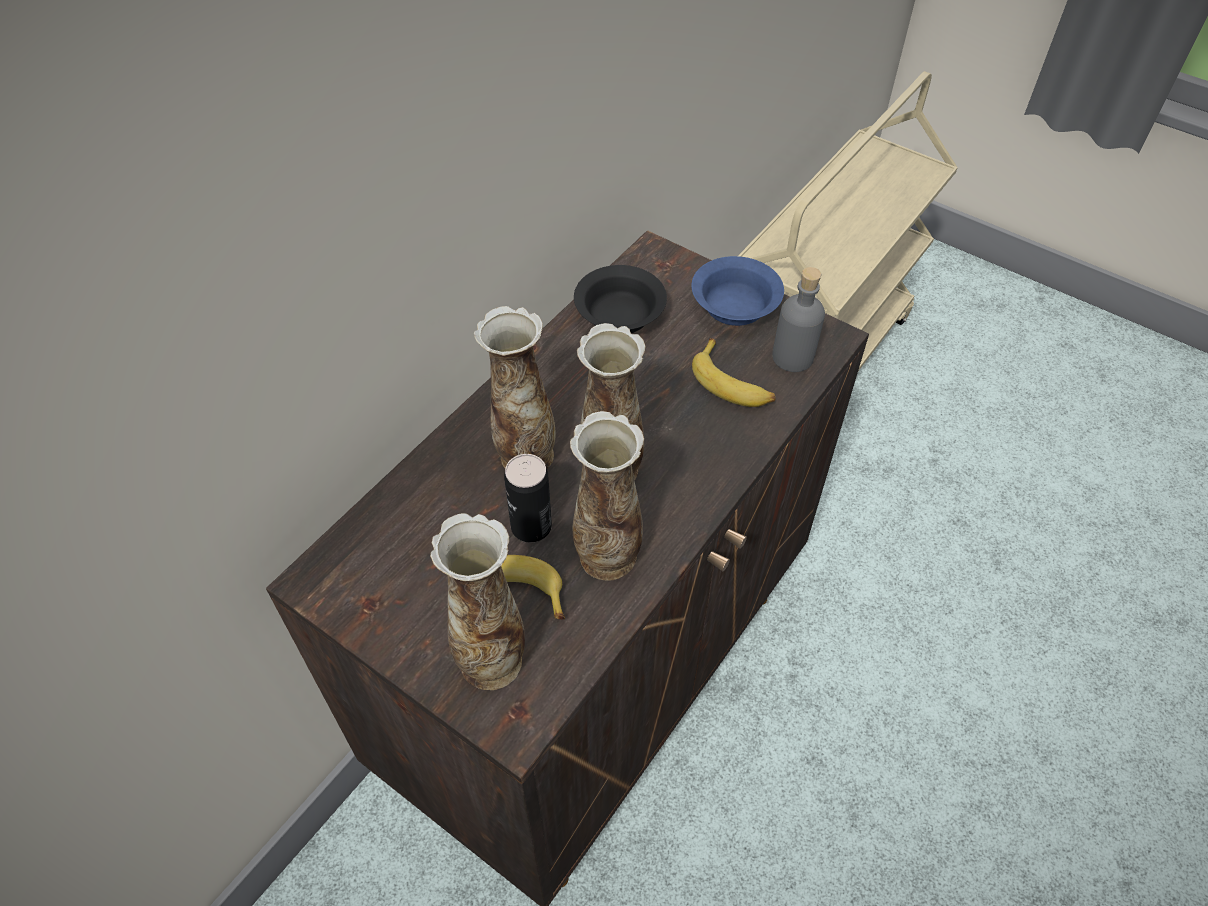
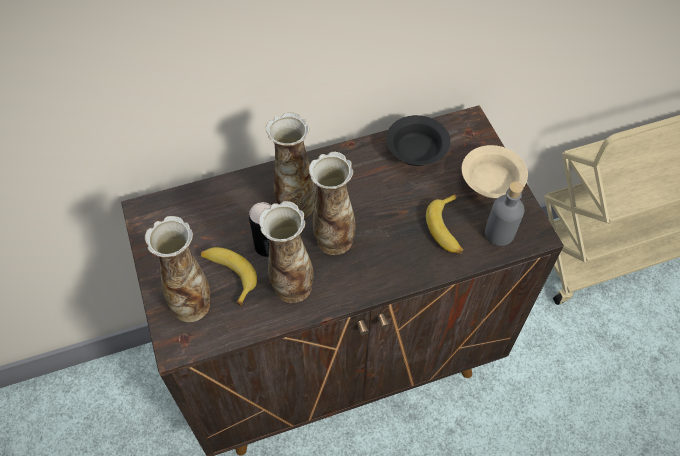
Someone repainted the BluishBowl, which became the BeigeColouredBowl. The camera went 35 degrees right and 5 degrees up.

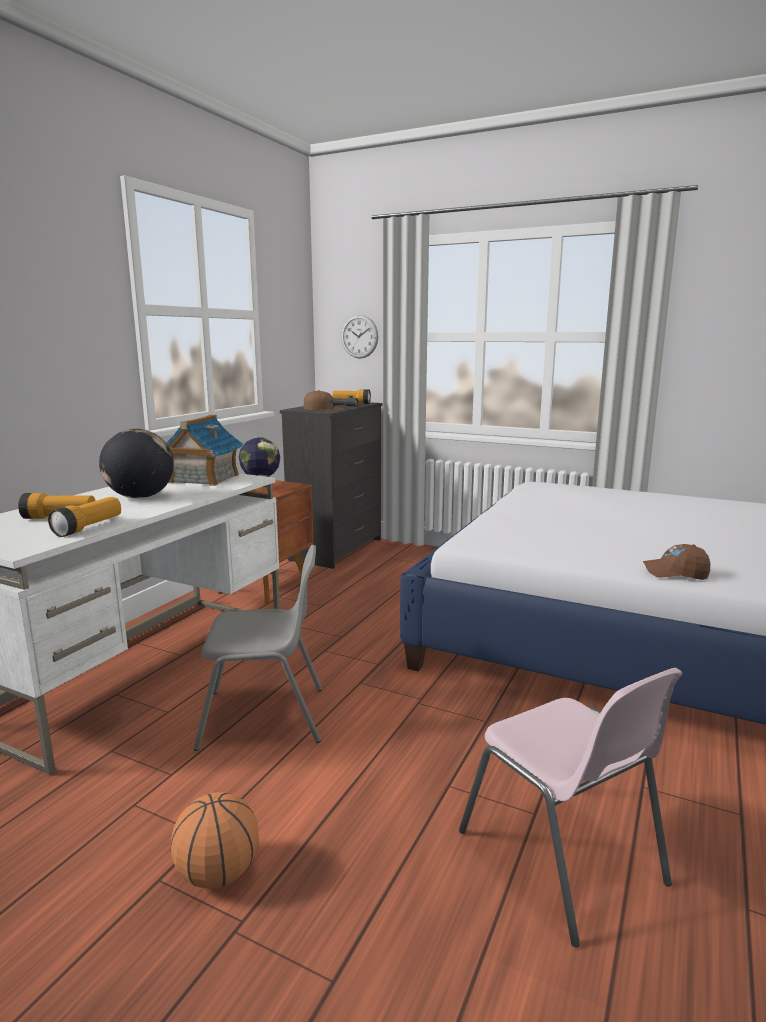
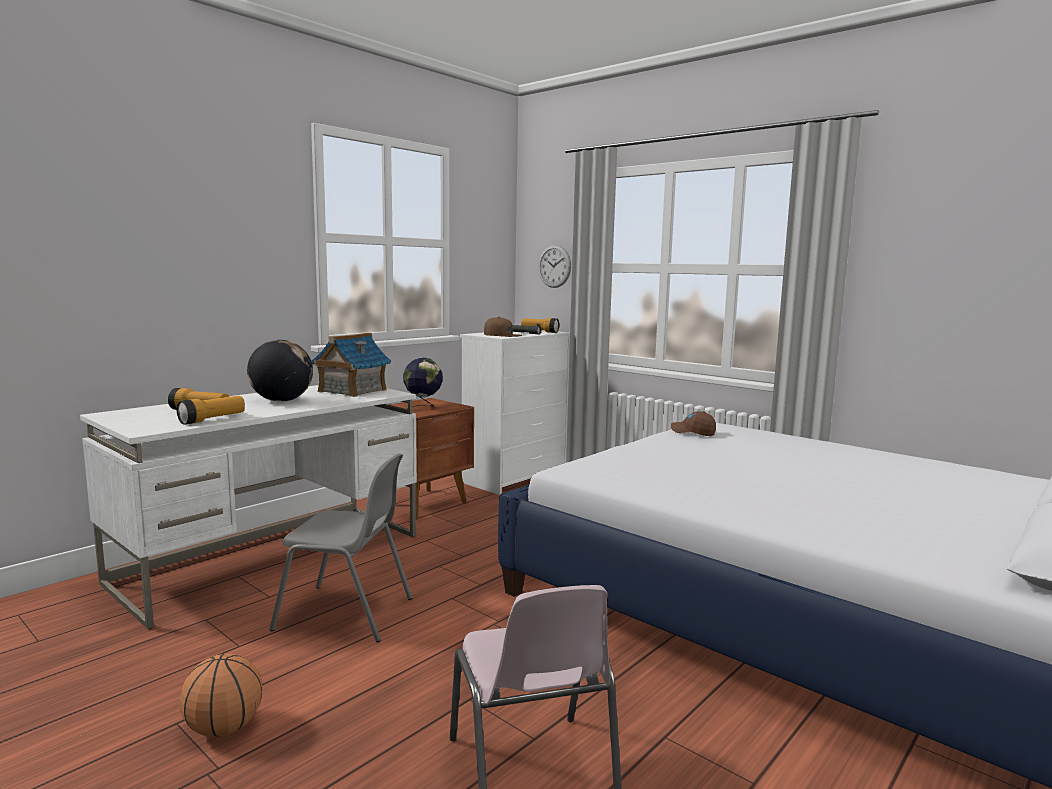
Someone repainted the BlackColouredDrawerChest, which became the WhitishDrawerChest. Someone carried the BrownPeakedCap (2nd from left). The camera went 15 degrees right and 5 degrees down.

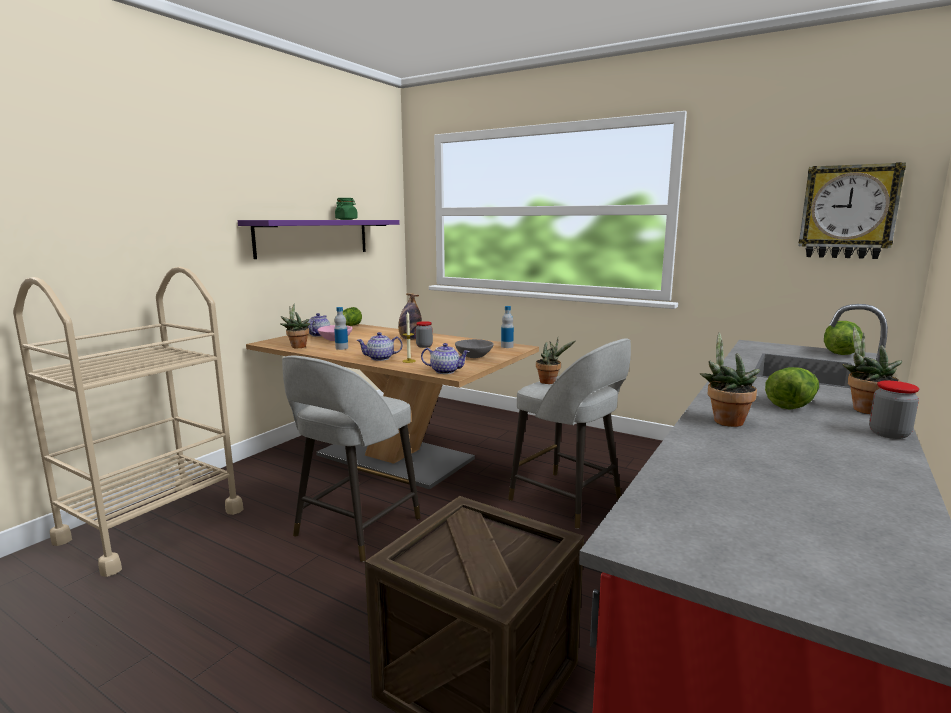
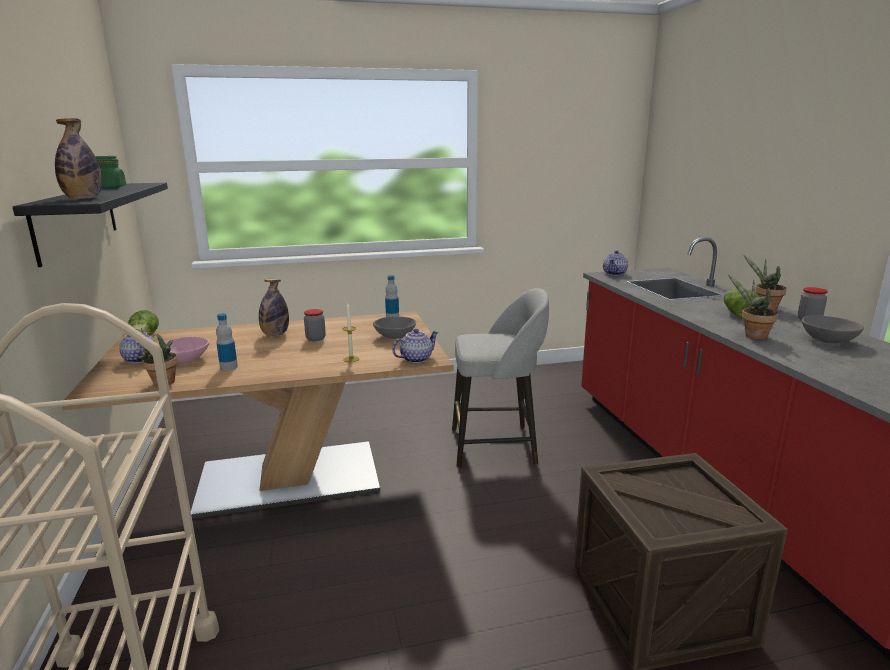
Someone repainted the PurplishShelf, which became the BlackColouredShelf. Someone took away the GraySittingStool (1st from left). Someone carried the Teapot (2nd from left in the first image). Someone took away the PottedPlant (2nd from left). Someone took away the HangingClock. Someone took away the Lettuce (3rd from left). Someone put down the DrinkBottle (1st from left). Someone put down the GrayBowl (2nd from left). The camera went 45 degrees left and 5 degrees up.

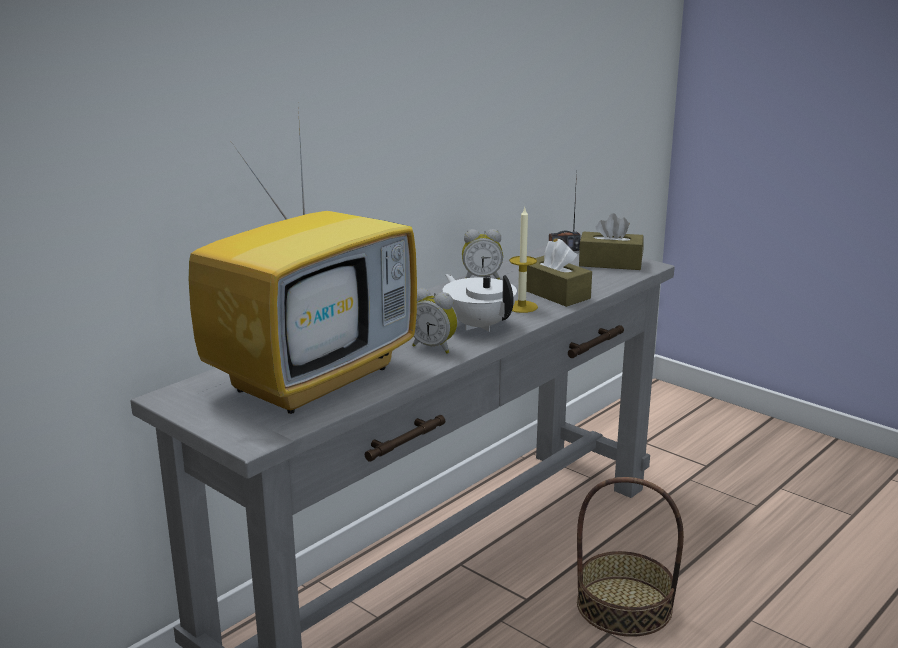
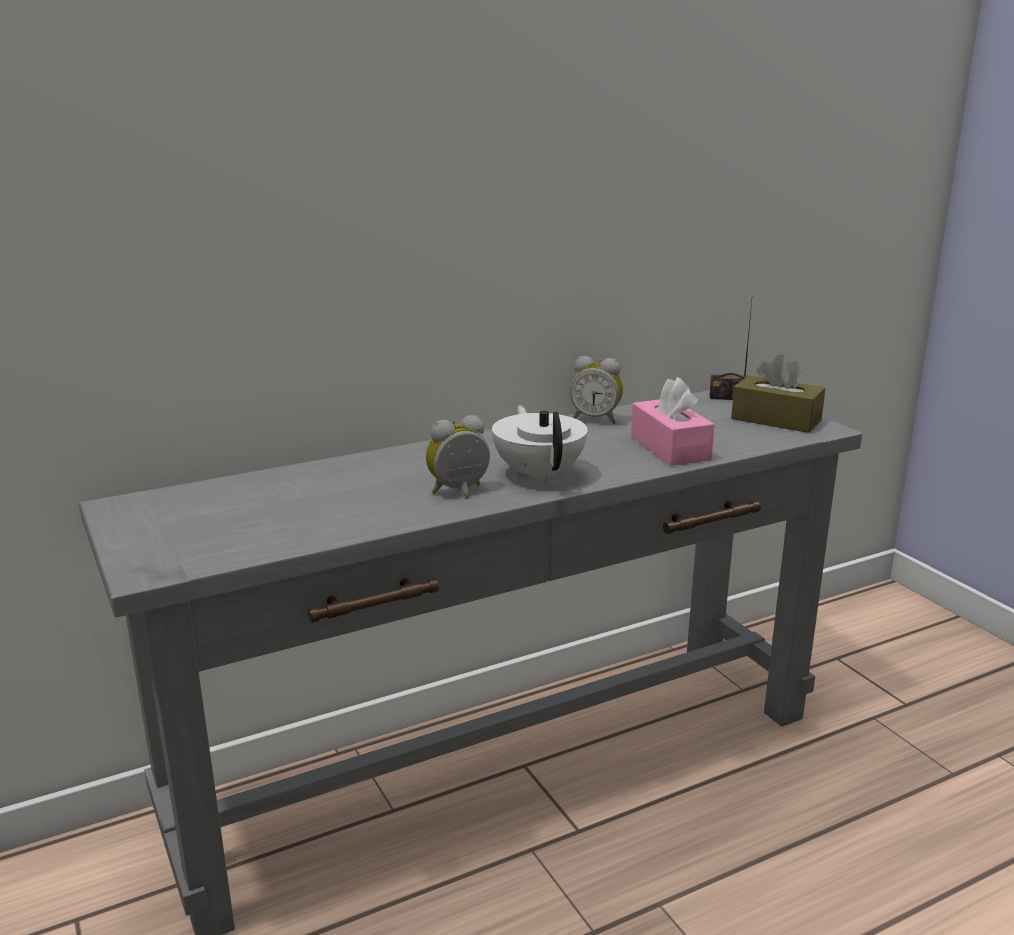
Someone took away the Tv. Someone rotated the BedsideClock (1st from left) by 105 degrees clockwise. Someone took away the Candle. Someone repainted the BrownTissueBox (1st from left), which became the PinkishTissueBox. Someone took away the HouseholdBasket. The camera went 20 degrees right and 0 degrees up.

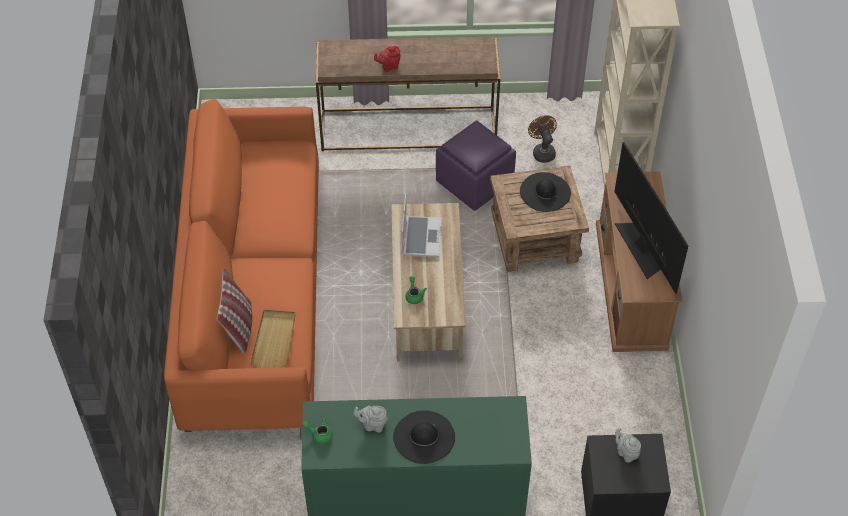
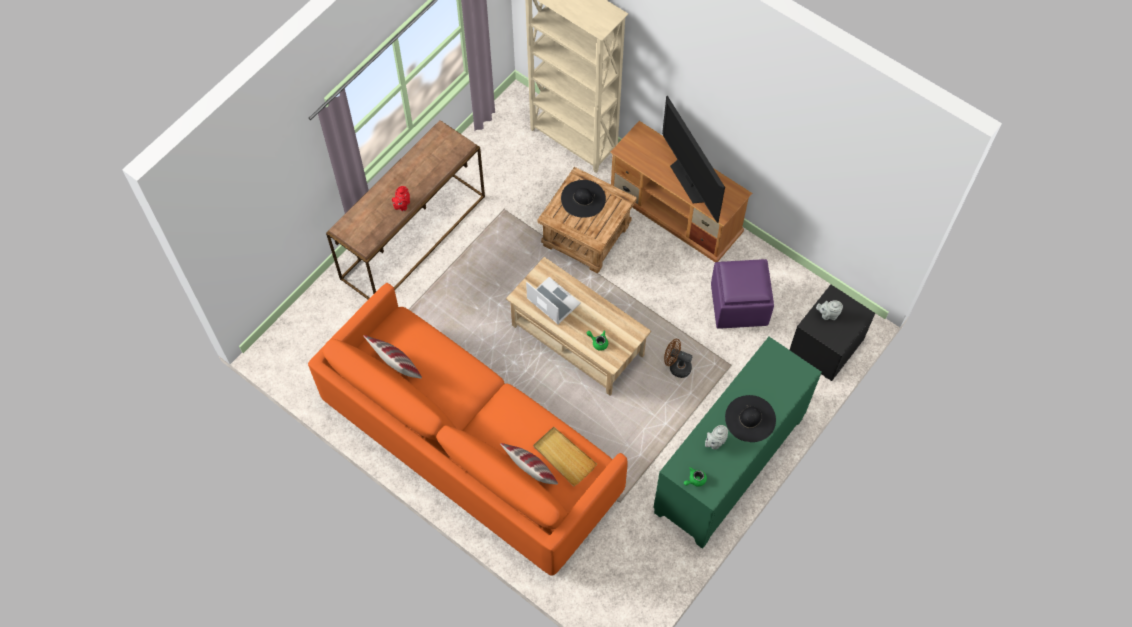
Someone carried the PurplishPouffe. Someone carried the BrownCoolingFan. Someone rotated the Tv by 135 degrees counterclockwise. Someone put down the ThrowPillow (1st from left). The camera went 50 degrees left and 10 degrees up.

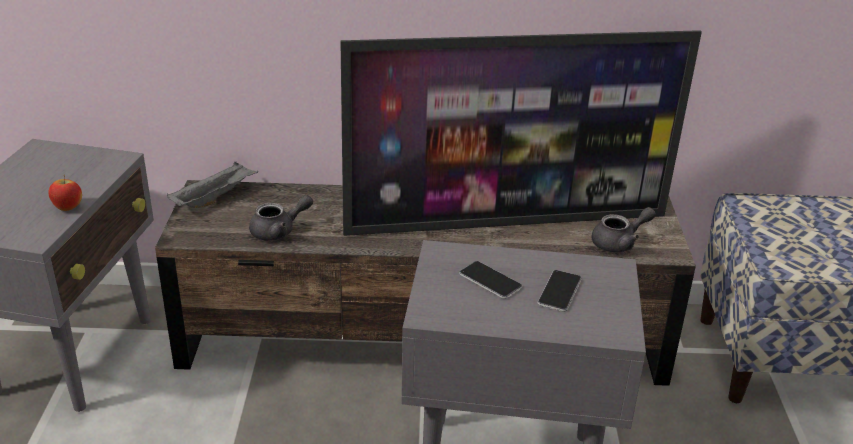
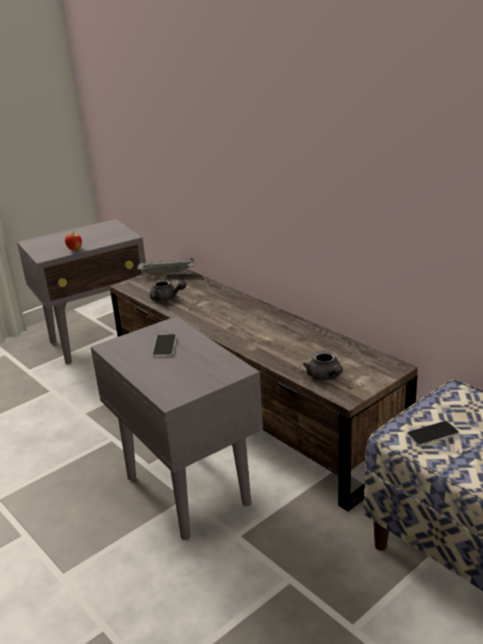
Someone took away the Tv. Someone carried the Phone (2nd from left). Someone rotated the GrayTeapot (2nd from left) by 45 degrees clockwise. The camera went 50 degrees right and 5 degrees down.

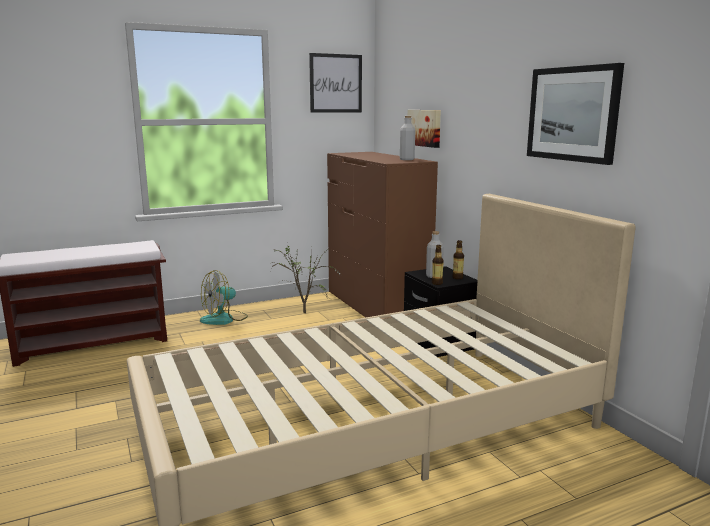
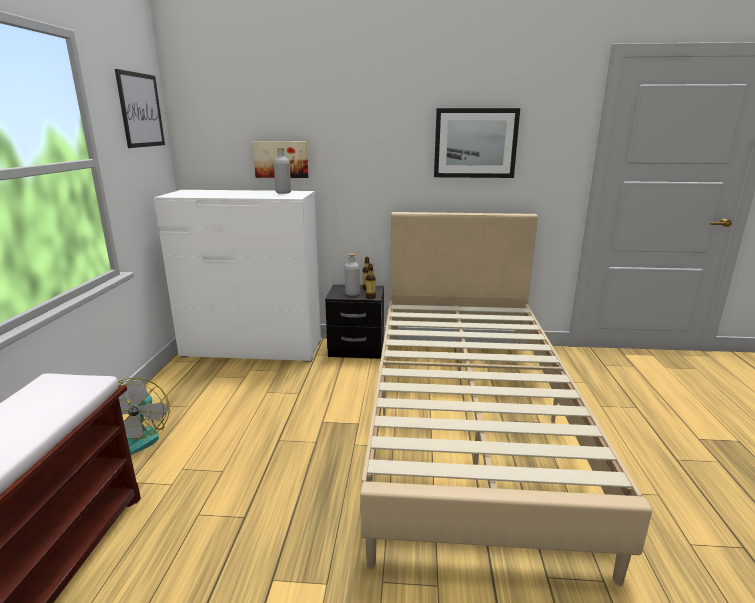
Someone took away the PottedPlant. Someone repainted the BrownDrawerChest, which became the WhitishDrawerChest. The camera went 60 degrees left and 5 degrees up.

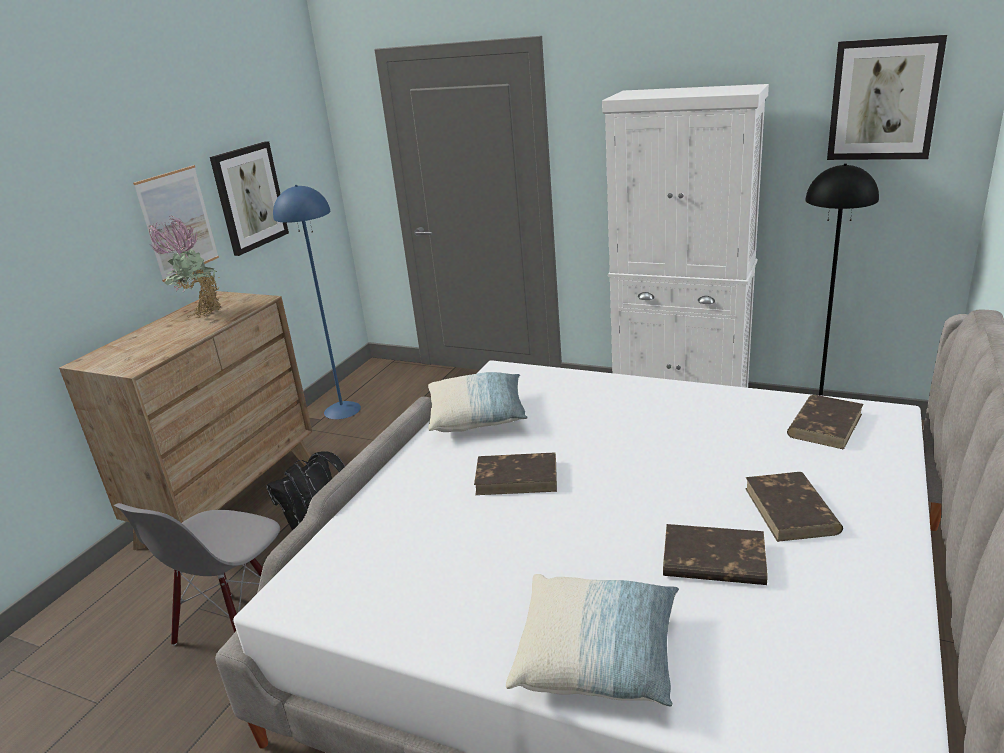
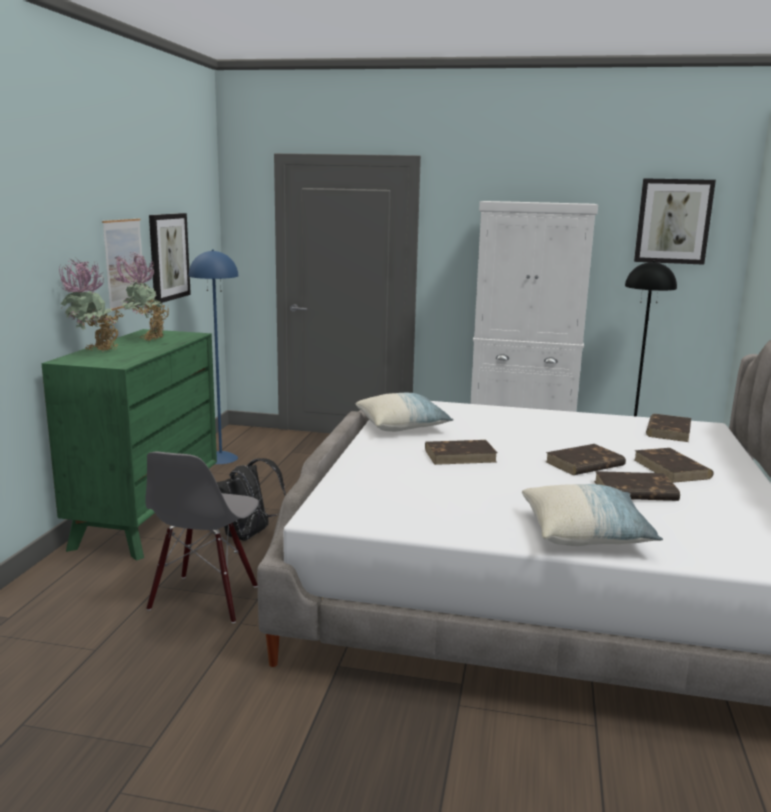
Someone repainted the BrownDrawerChest, which became the GreenColouredDrawerChest. Someone put down the PottedPlant (1st from left). Someone put down the BrownVolume (2nd from left). The camera went 15 degrees left and 10 degrees down.

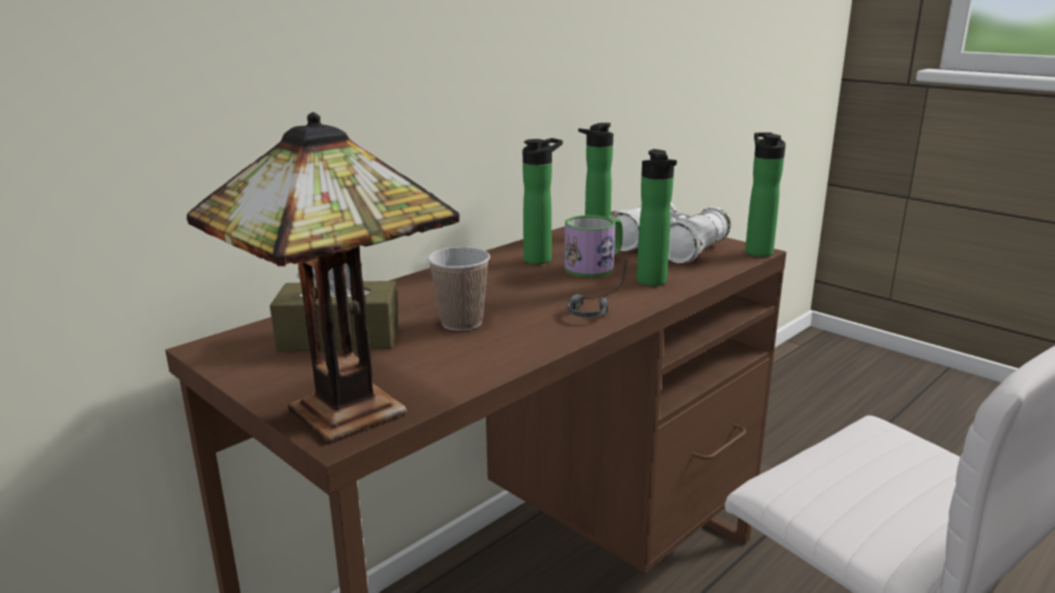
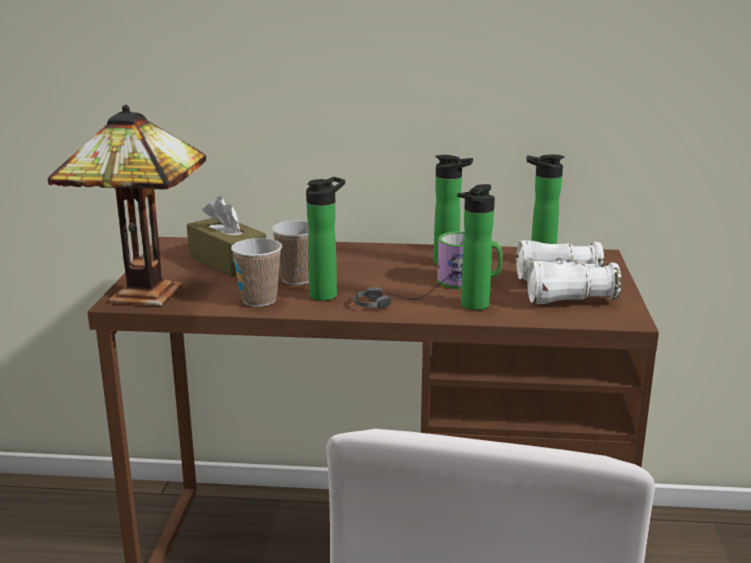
Someone carried the DrinkBottle (4th from left in the first image). Someone put down the DrinkingCup (1st from left). The camera went 50 degrees right and 0 degrees up.

